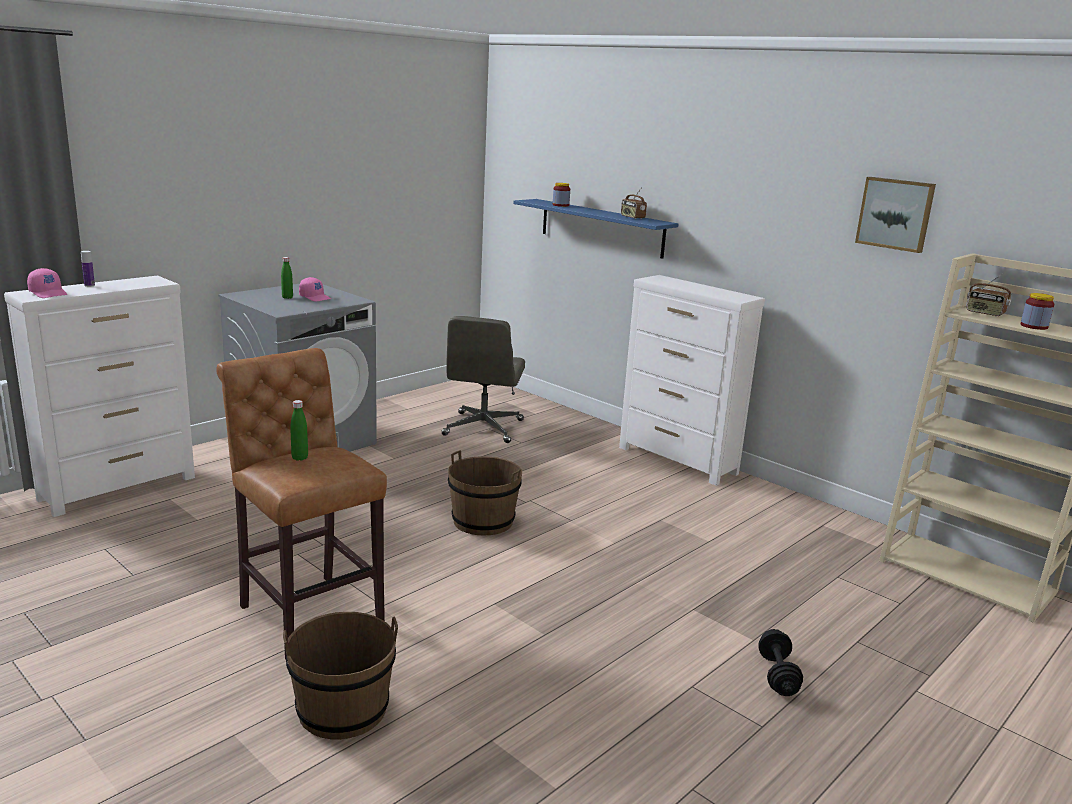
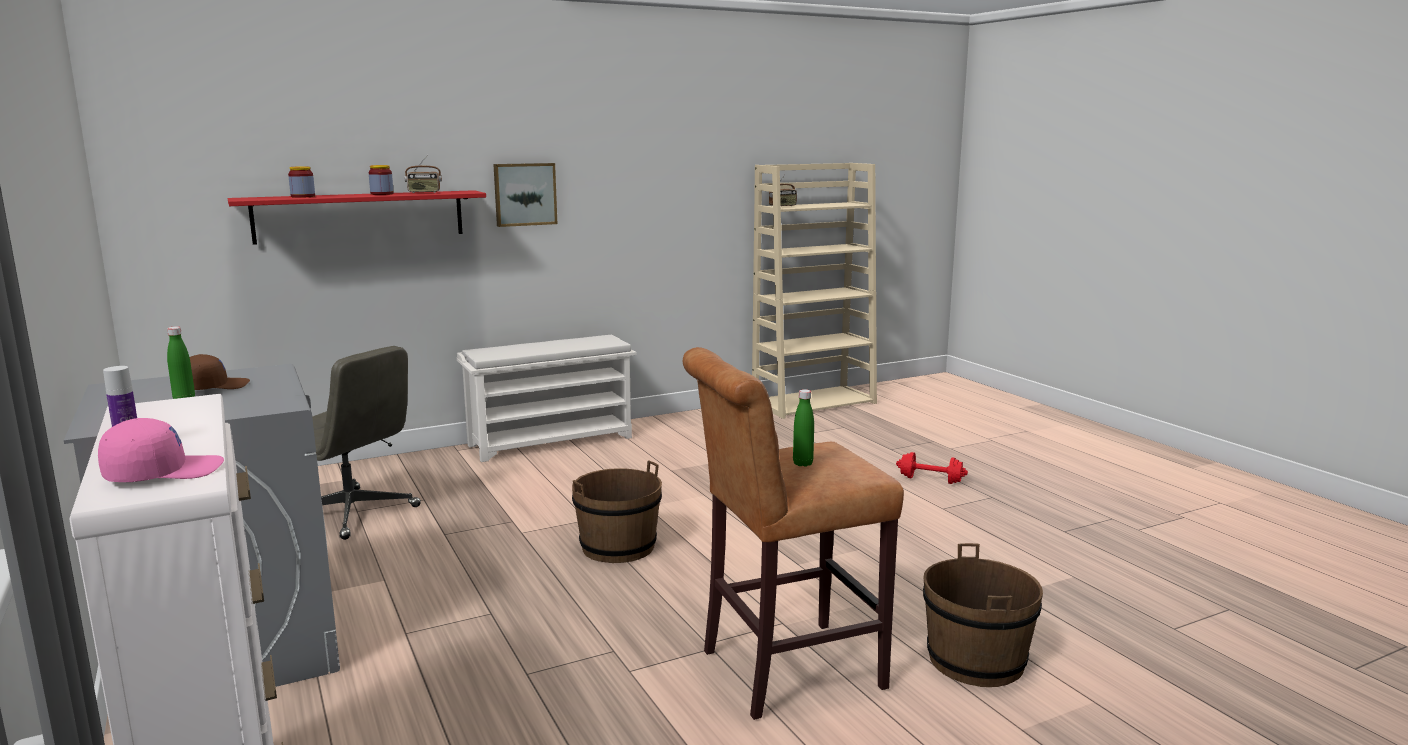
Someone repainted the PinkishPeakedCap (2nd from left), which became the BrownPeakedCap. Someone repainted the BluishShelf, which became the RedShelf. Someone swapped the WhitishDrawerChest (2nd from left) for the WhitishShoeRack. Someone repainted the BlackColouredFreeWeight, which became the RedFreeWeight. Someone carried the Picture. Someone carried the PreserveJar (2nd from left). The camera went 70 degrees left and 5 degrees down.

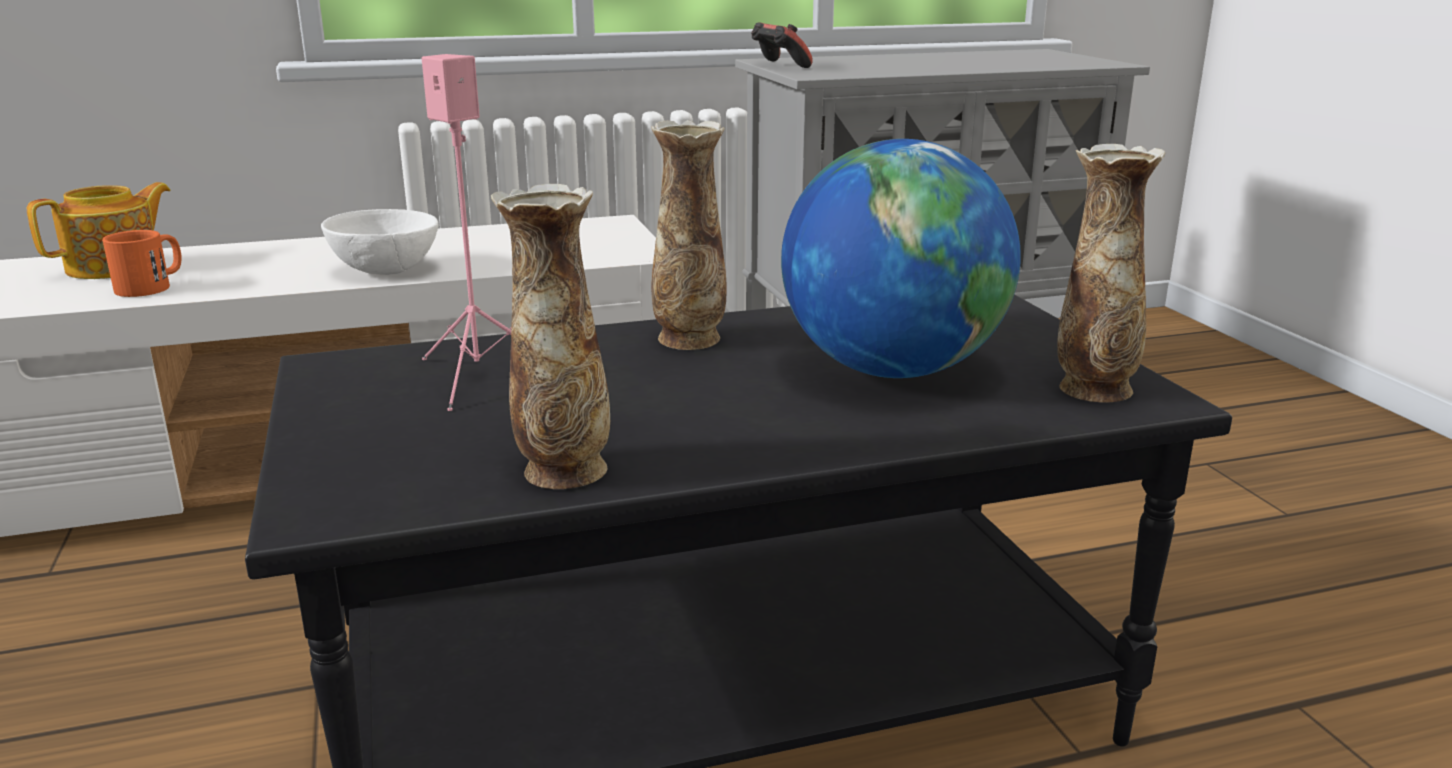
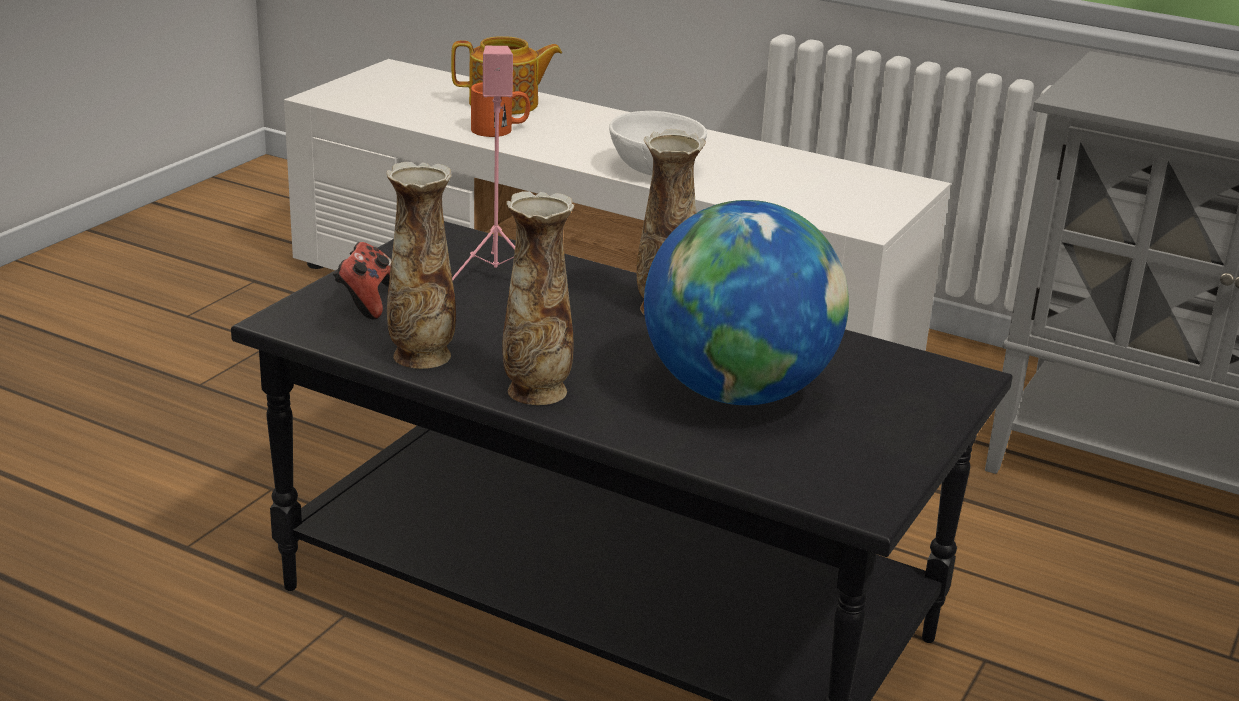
Someone carried the Joypad. Someone carried the Vase (3rd from left in the first image). The camera went 45 degrees right and 5 degrees up.

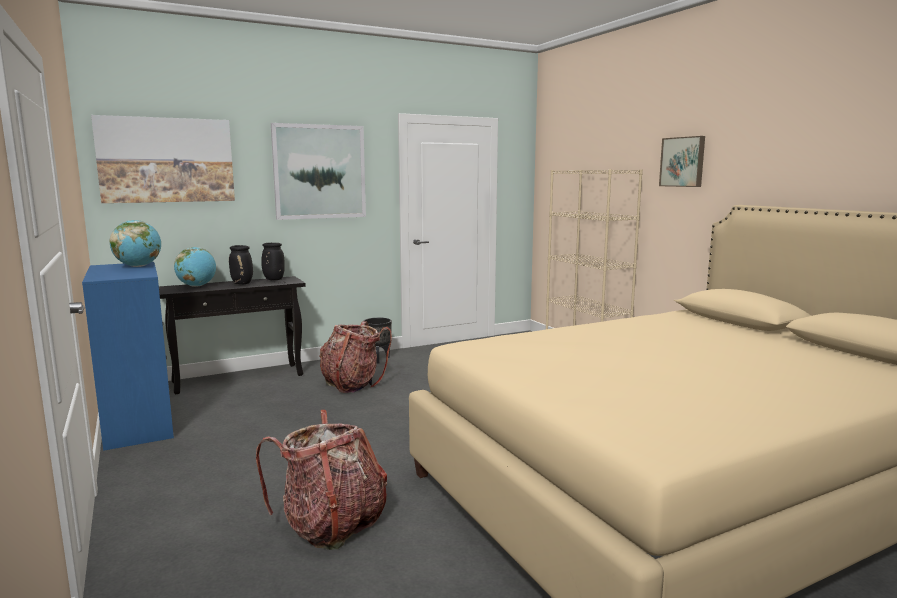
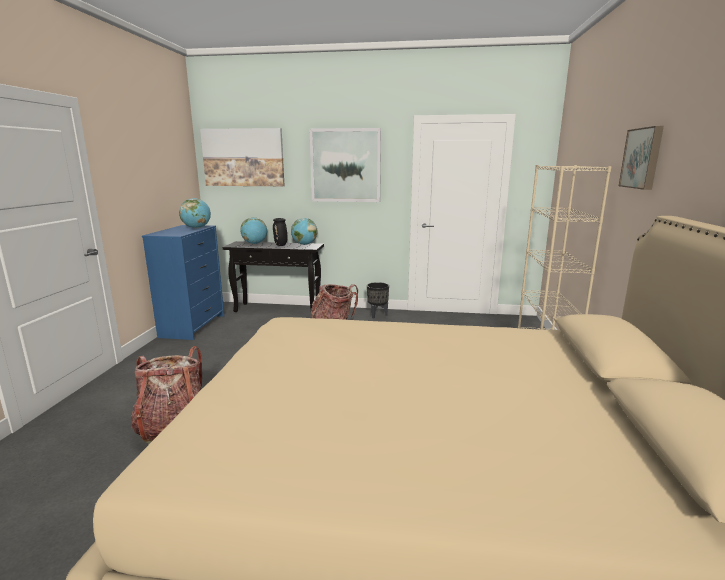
Someone swapped the BlackColouredVase (2nd from left) for the Globe (3rd from left). The camera went 35 degrees right and 5 degrees up.

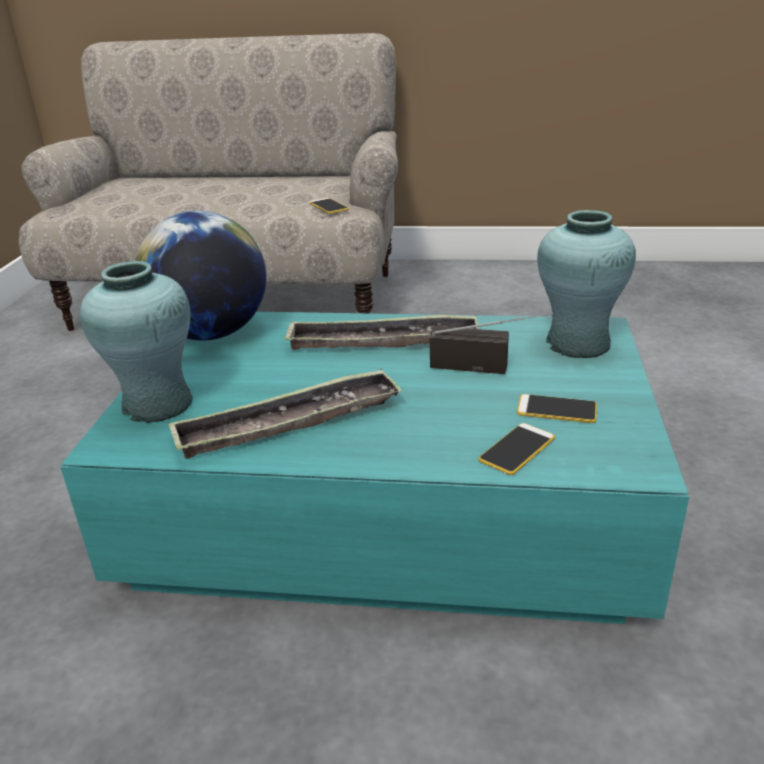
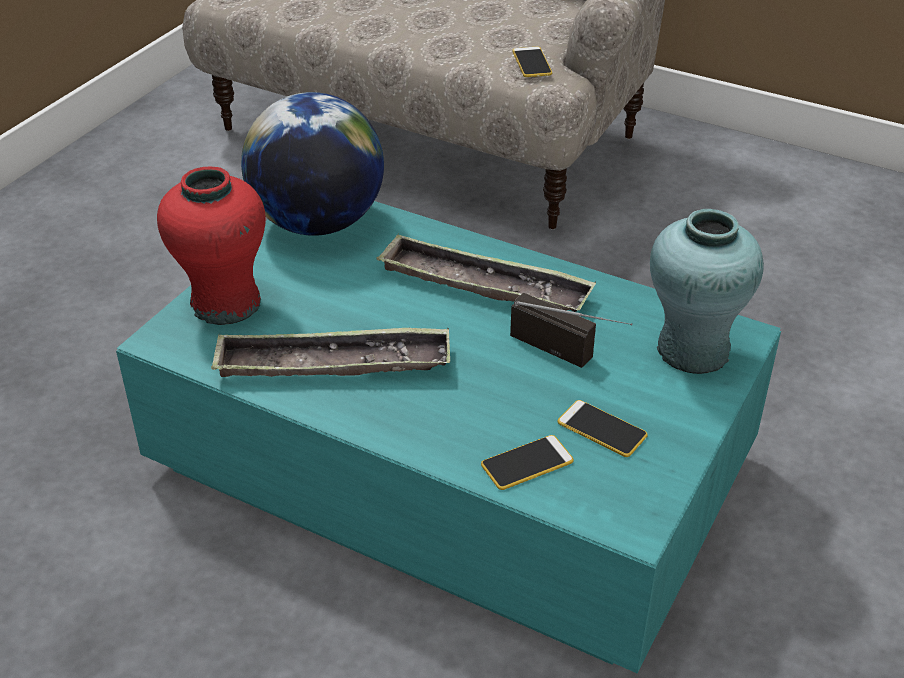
Someone repainted the BlueGreenVase (1st from left), which became the RedVase. The camera went 20 degrees right and 10 degrees up.

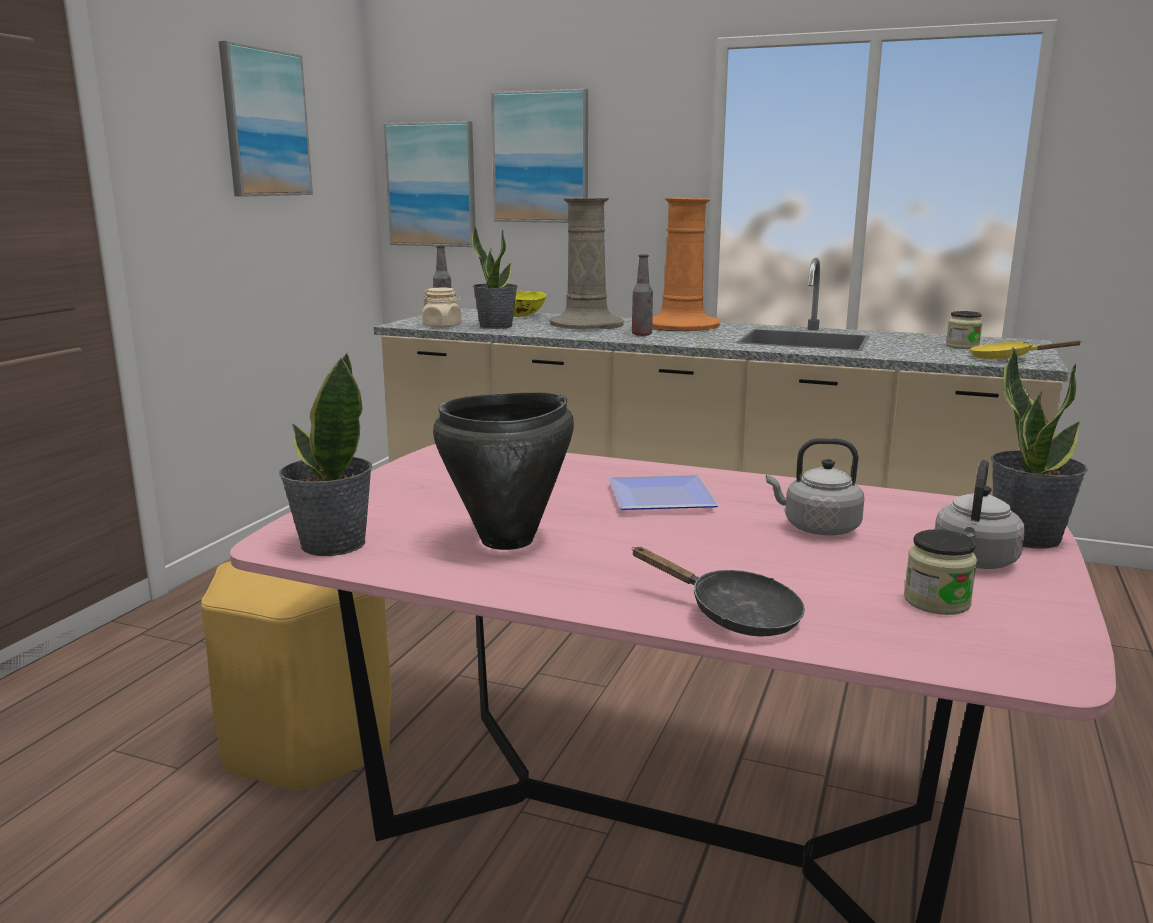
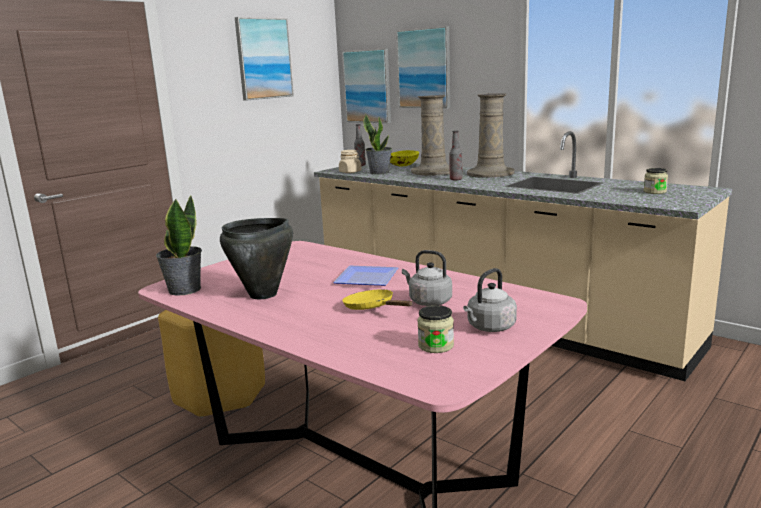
Someone took away the BlackColouredSkillet. Someone repainted the OrangeColouredVase, which became the BeigeColouredVase (2nd from left). Someone carried the YellowSkillet. Someone took away the PottedPlant (3rd from left). The camera went 20 degrees right and 0 degrees up.

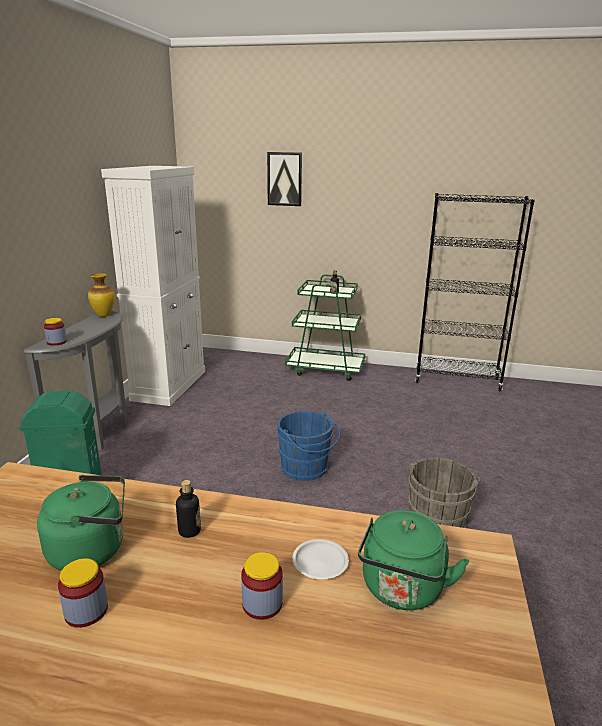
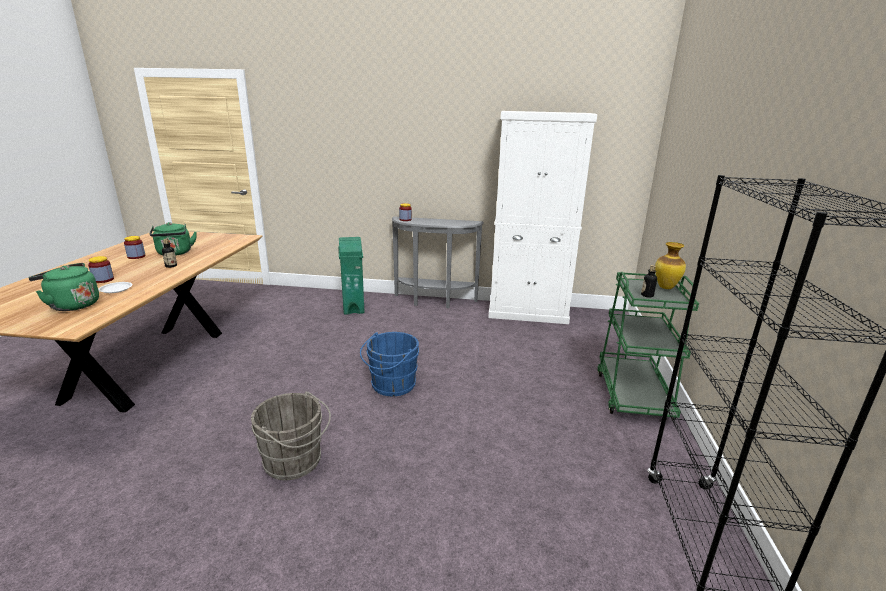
Someone carried the Vase. Someone took away the Picture. The camera went 85 degrees right and 0 degrees up.

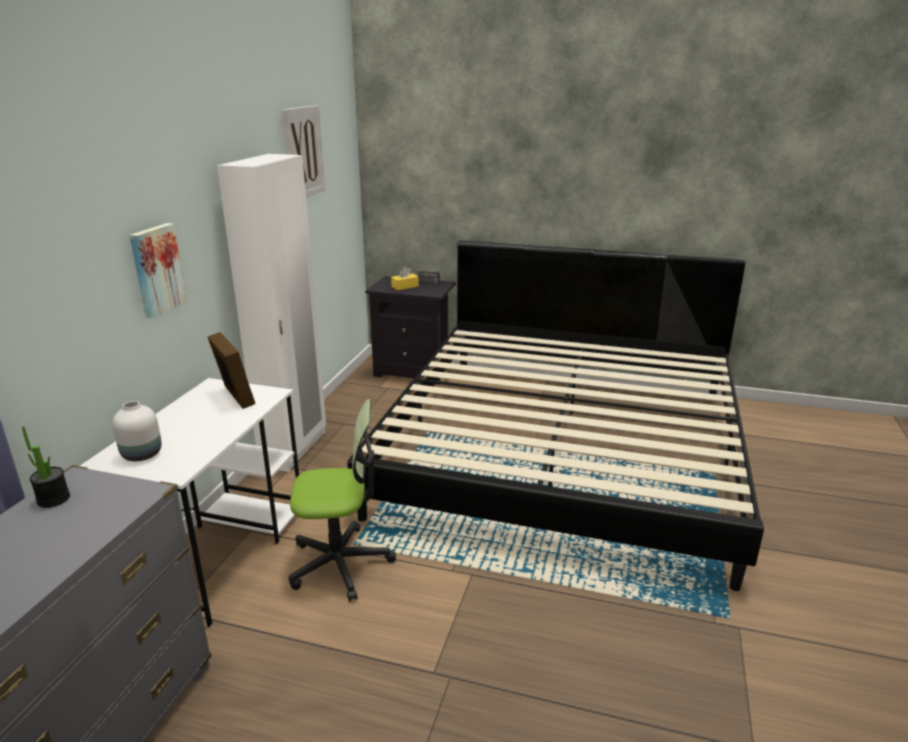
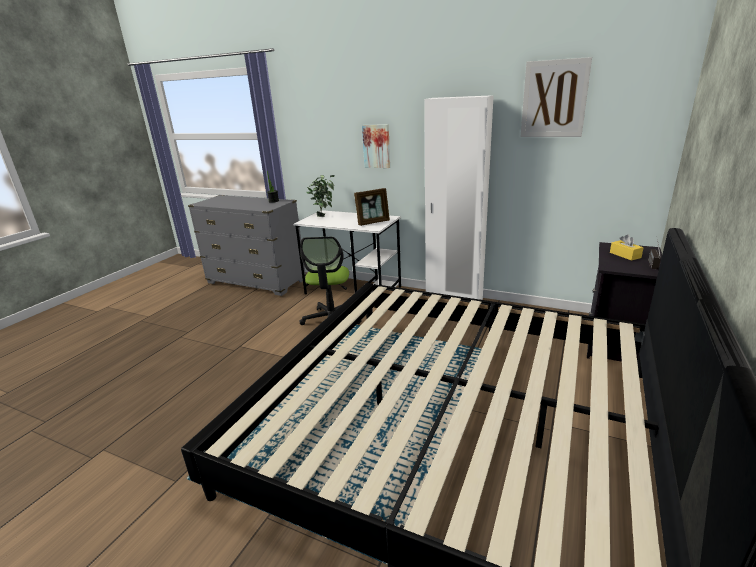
Someone swapped the WhitishVase for the PottedPlant (2nd from left). The camera went 100 degrees right and 0 degrees up.

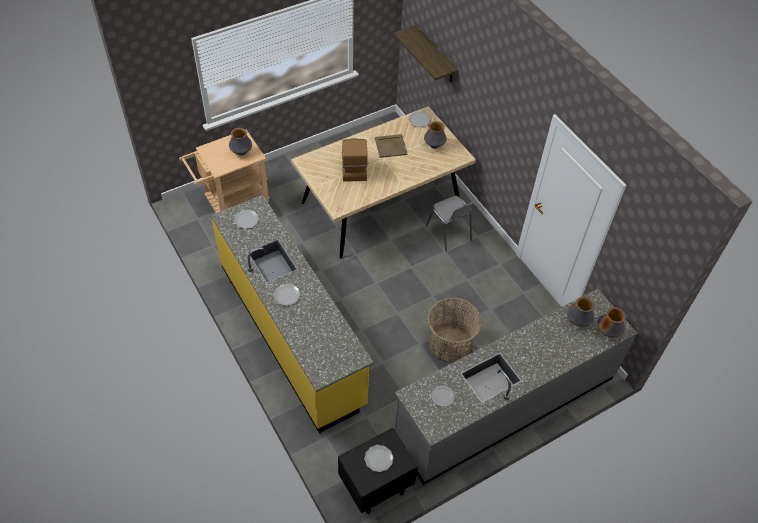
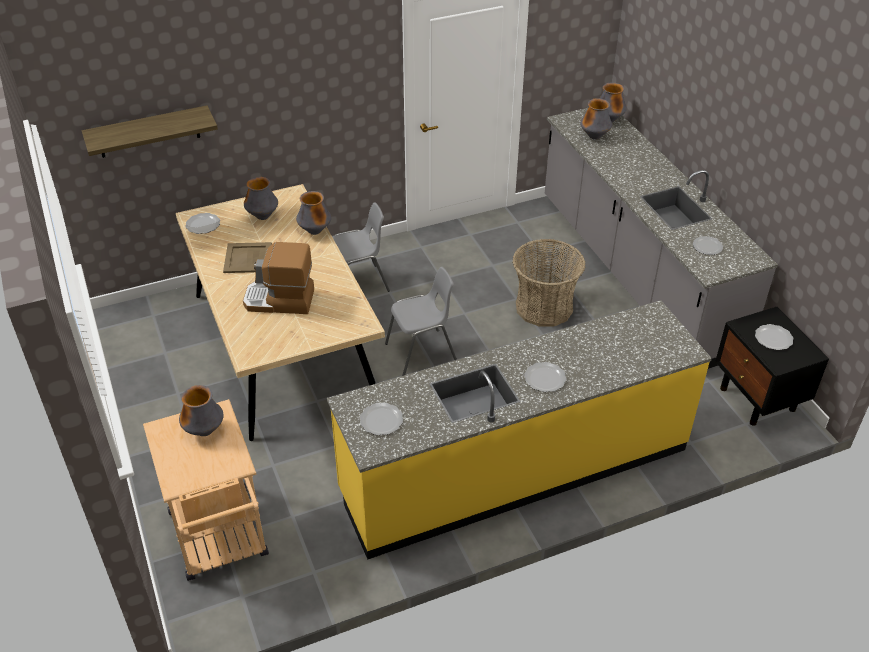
Someone put down the Vase (3rd from left). Someone put down the GrayChair (2nd from left). The camera went 80 degrees left and 10 degrees down.

